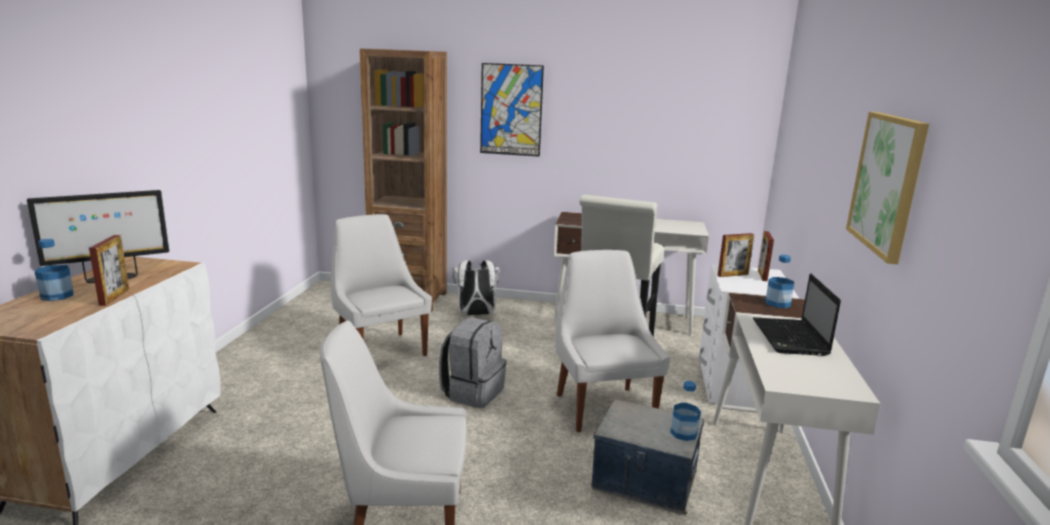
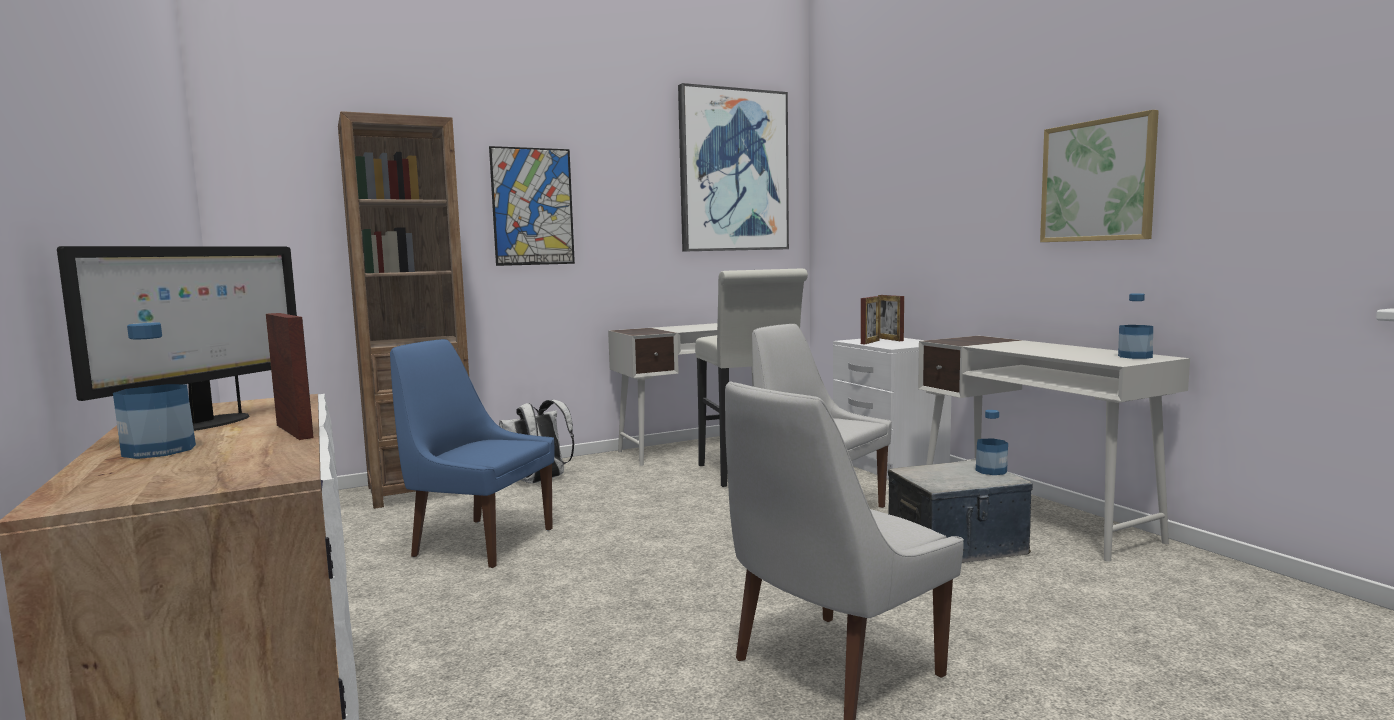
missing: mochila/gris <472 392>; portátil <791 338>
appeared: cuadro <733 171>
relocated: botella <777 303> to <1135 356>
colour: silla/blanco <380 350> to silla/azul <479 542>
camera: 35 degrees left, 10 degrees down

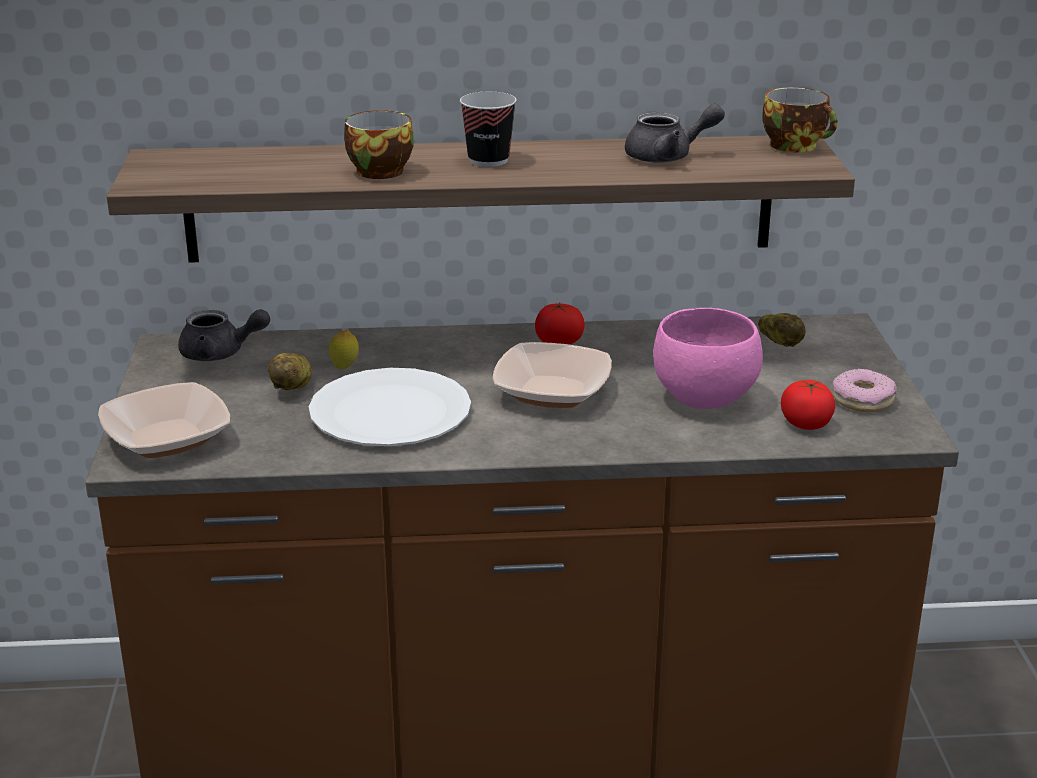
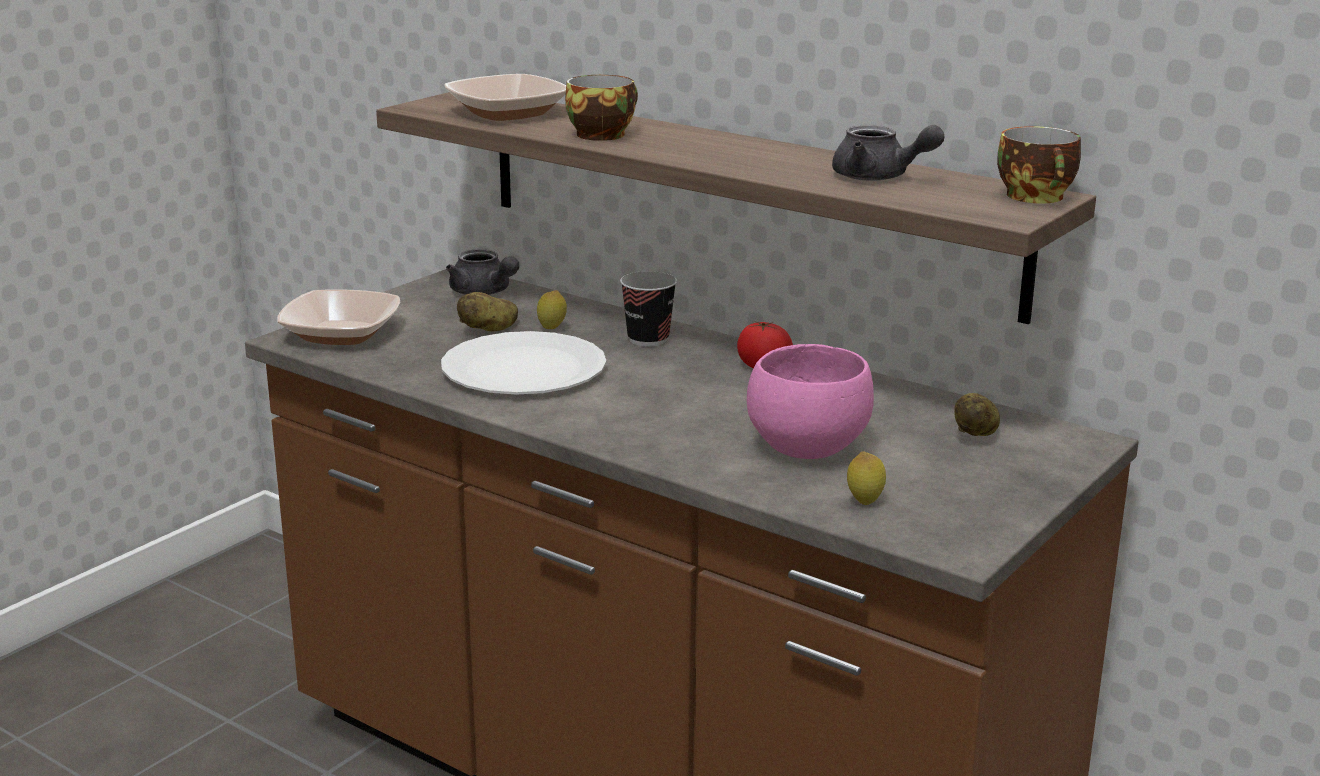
missing: rosquilla <863 400>
relocated: cuenco <552 392> to <507 113>; taza <488 160> to <648 339>
exchanged: tomate <806 423> to limón <864 501>
camera: 40 degrees right, 5 degrees down

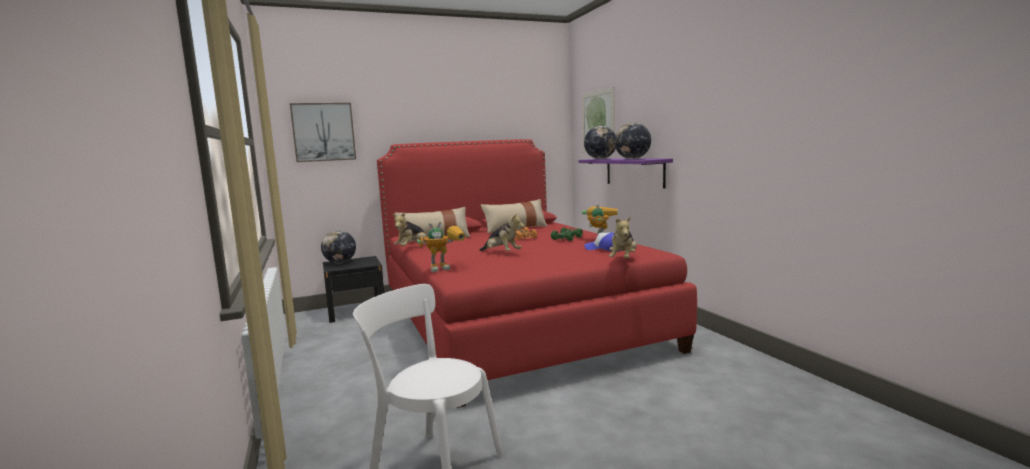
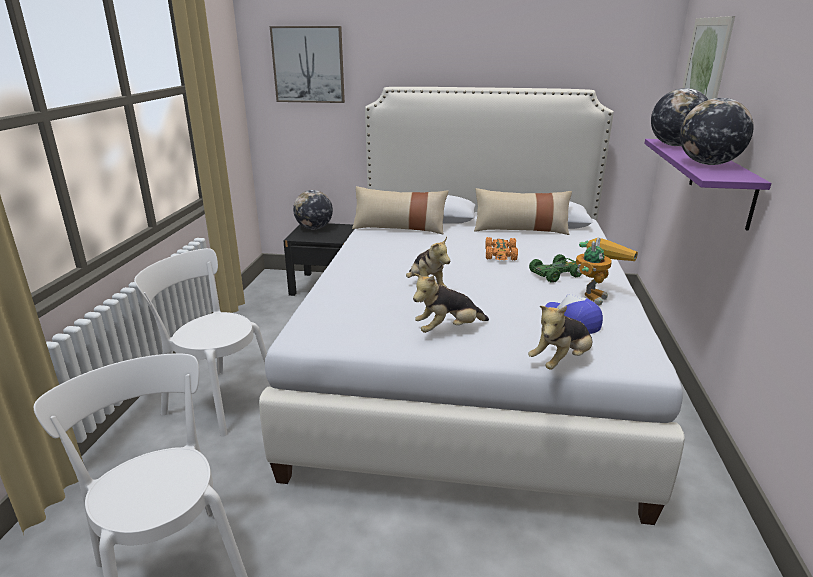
missing: robot de juguete <446 268>
appeared: silla/blanco <217 400>
relocated: peluche <412 247> to <448 330>
colour: cama/rojo <513 321> to cama/blanco <468 361>
camera: 30 degrees right, 15 degrees up

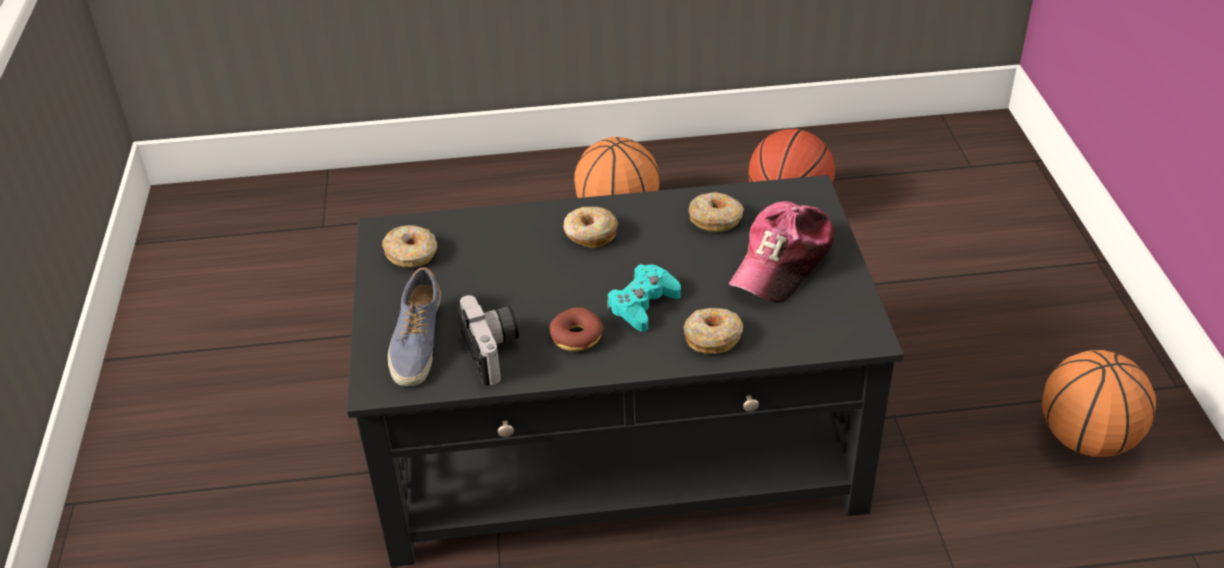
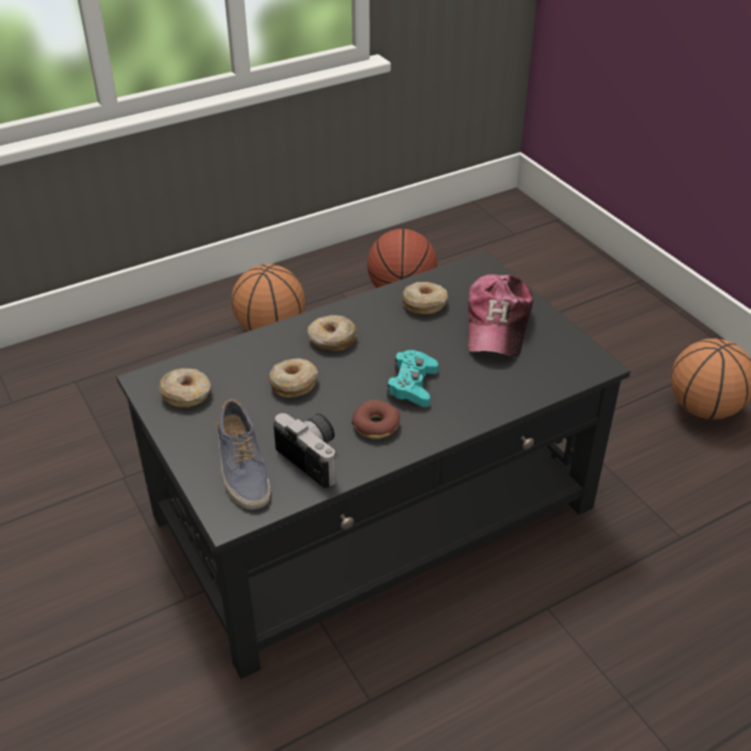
relocated: rosquilla <712 337> to <293 384>
camera: 25 degrees left, 0 degrees up

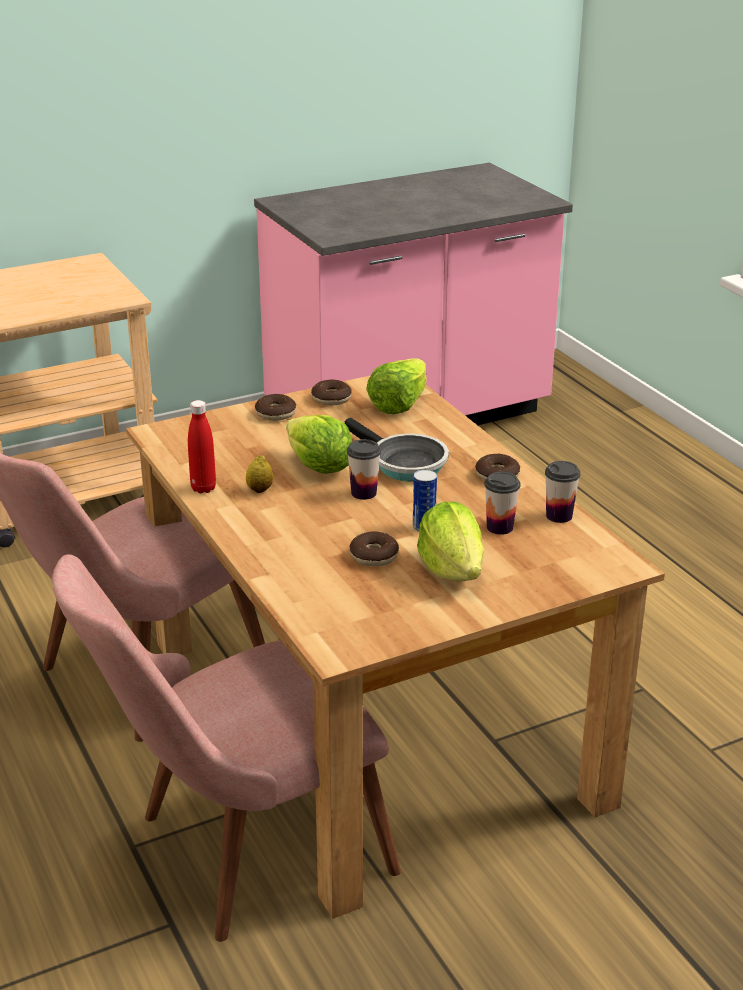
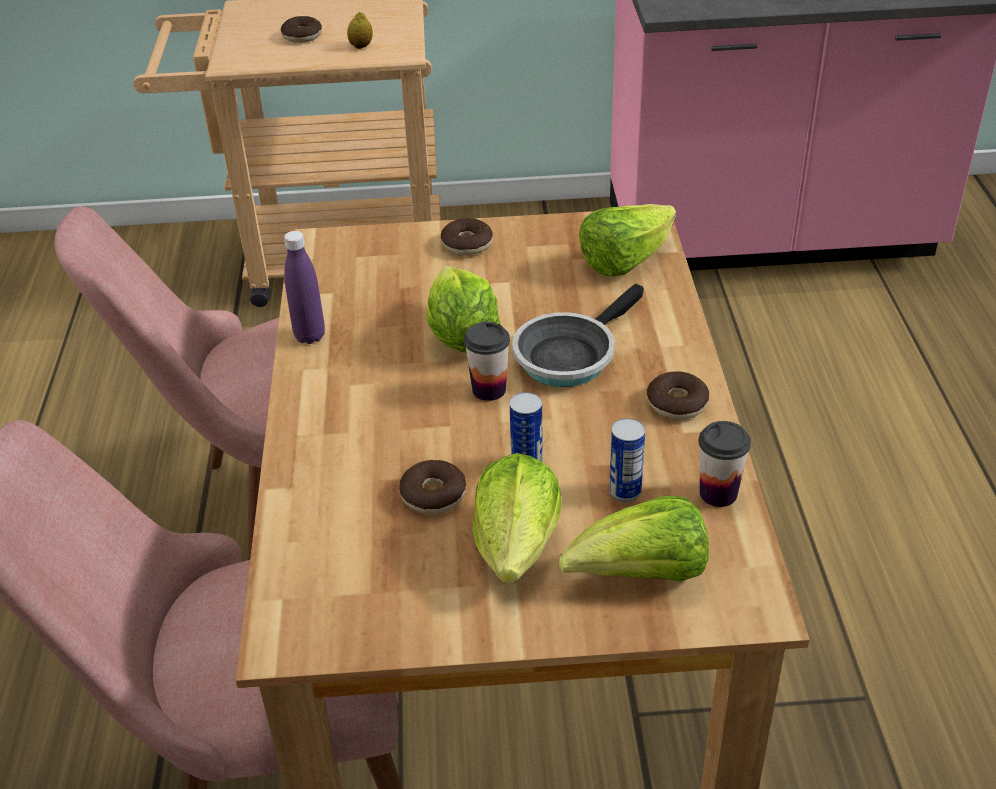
appeared: lechuga <642 575>
relocated: rosquilla <331 399> to <302 36>; limón <260 490> to <361 46>
exchanged: taza <499 527> to lata <625 491>
colour: botella/rojo <203 488> to botella/morado <309 336>
spun: sartén <404 464> = <569 355> 60 degrees clockwise
camera: 25 degrees right, 10 degrees up

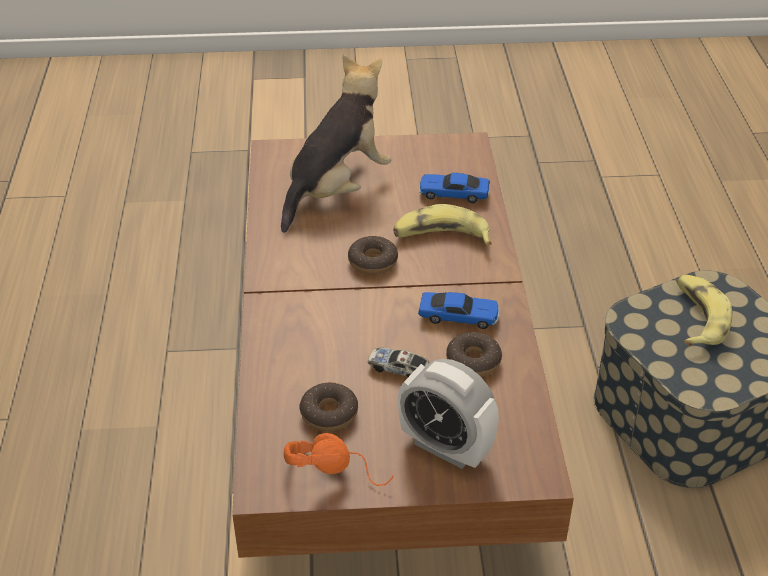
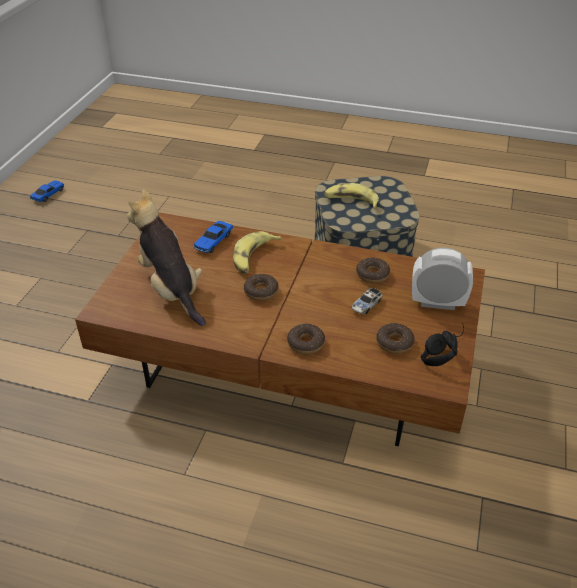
appeared: rosquilla <306 343>
relocated: coche de juguete <459 316> to <48 194>
colour: auriculares/naranja <339 468> to auriculares/negro <441 348>
spun: despertador <445 447> = <437 303> 135 degrees counterclockwise
camera: 70 degrees left, 0 degrees up

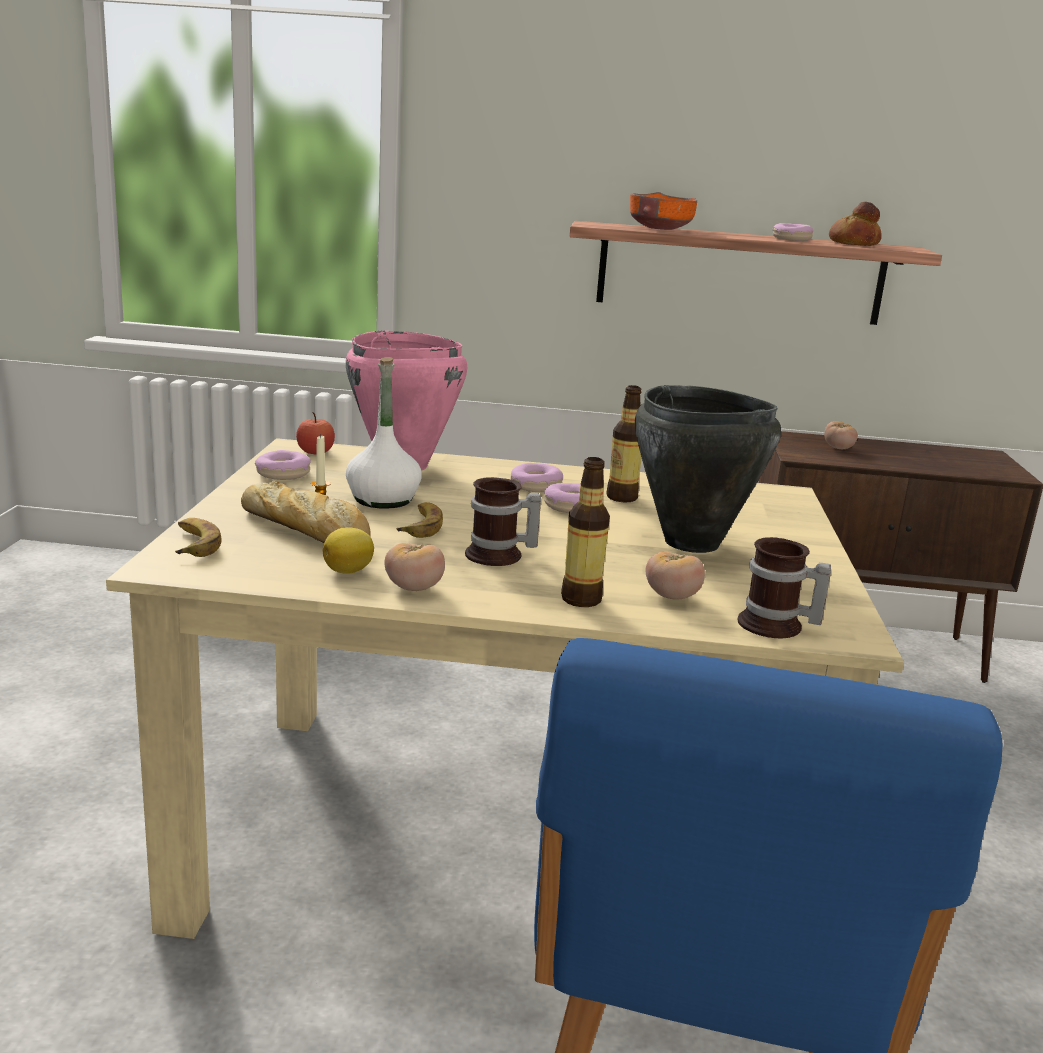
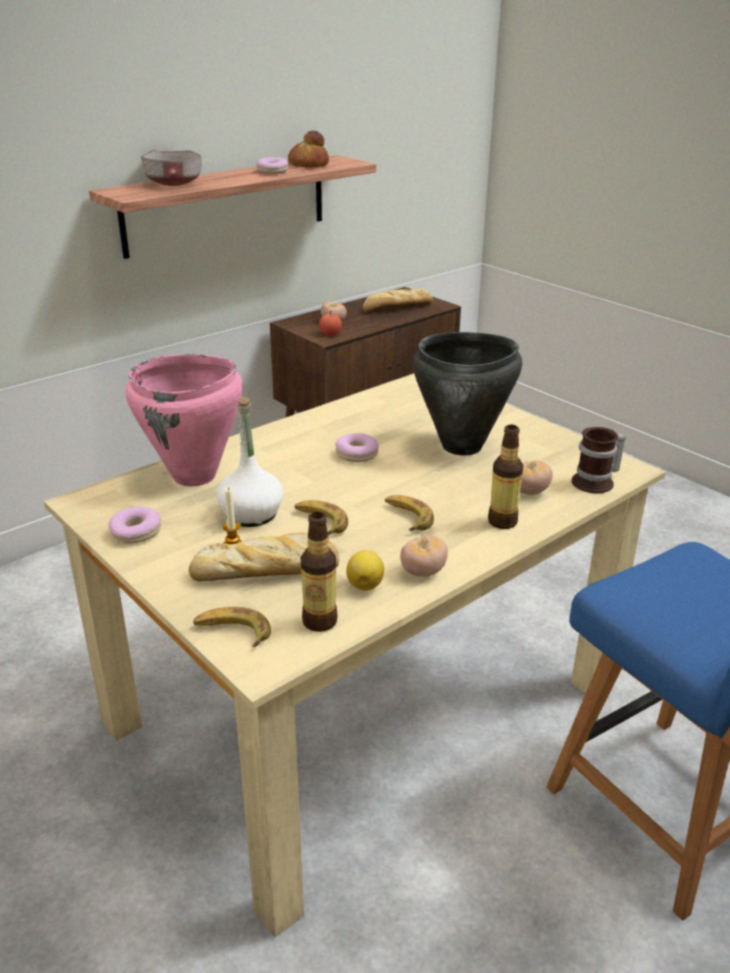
missing: rosquilla <536 486>
appeared: pan <396 308>
relocated: botella <622 497> to <320 621>; manzana <315 452> to <330 334>
exchanged: taza grande <499 556> to plátano <407 517>
colour: cuenco/naranja <659 228> to cuenco/gris <173 184>
camera: 45 degrees left, 10 degrees up

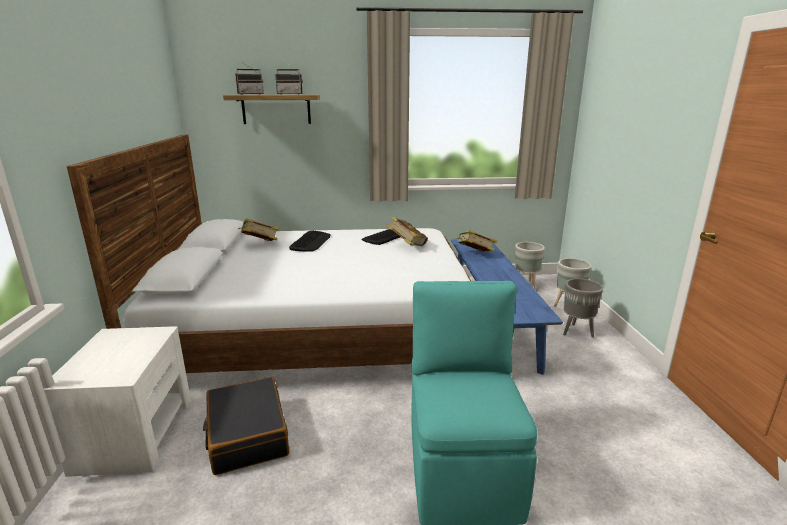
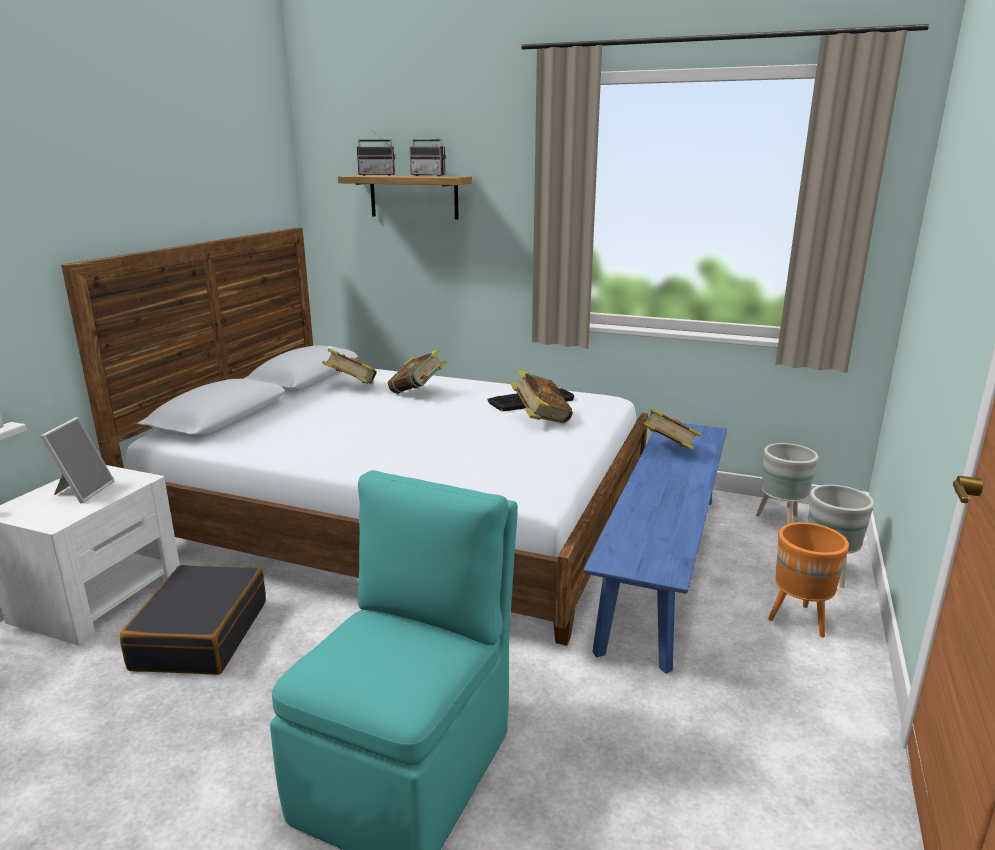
appeared: portarretratos <83 491>
exchanged: teclado <311 242> to libro <417 393>
colour: maceta/gris <577 332> to maceta/naranja <800 621>
camera: 25 degrees right, 0 degrees up

